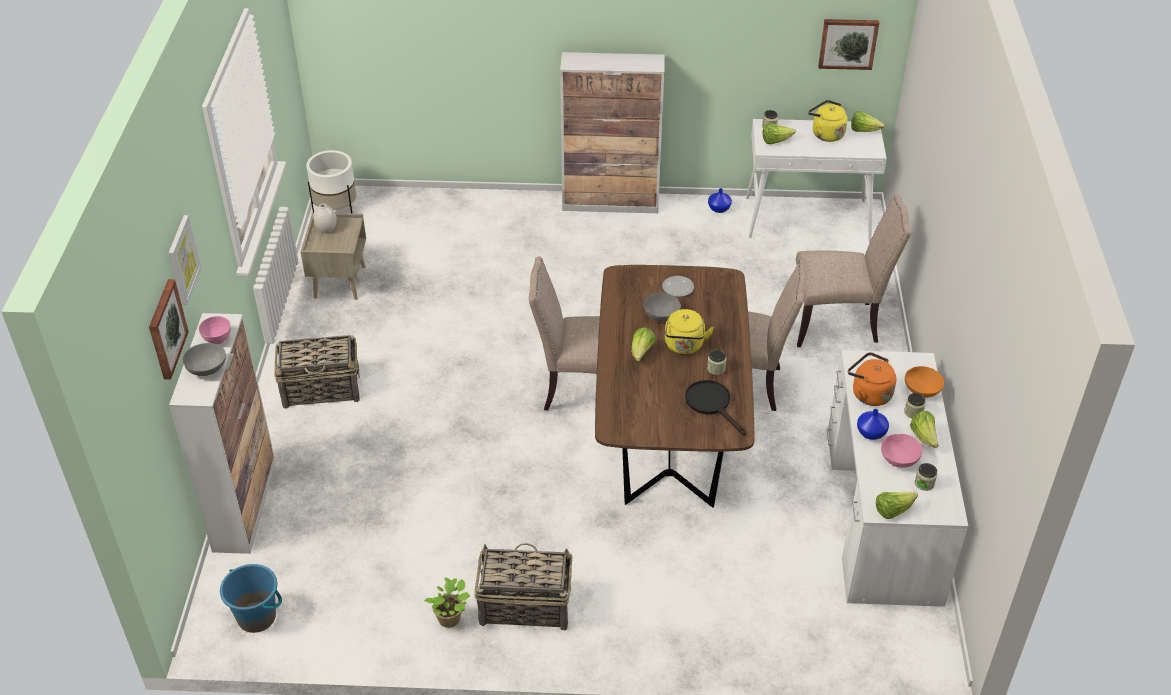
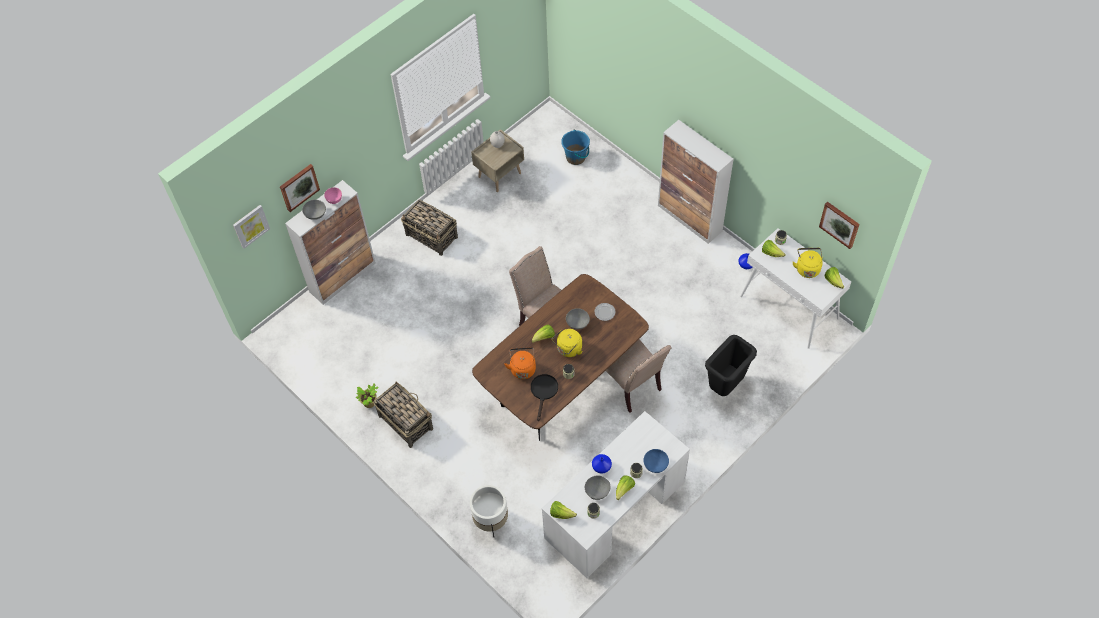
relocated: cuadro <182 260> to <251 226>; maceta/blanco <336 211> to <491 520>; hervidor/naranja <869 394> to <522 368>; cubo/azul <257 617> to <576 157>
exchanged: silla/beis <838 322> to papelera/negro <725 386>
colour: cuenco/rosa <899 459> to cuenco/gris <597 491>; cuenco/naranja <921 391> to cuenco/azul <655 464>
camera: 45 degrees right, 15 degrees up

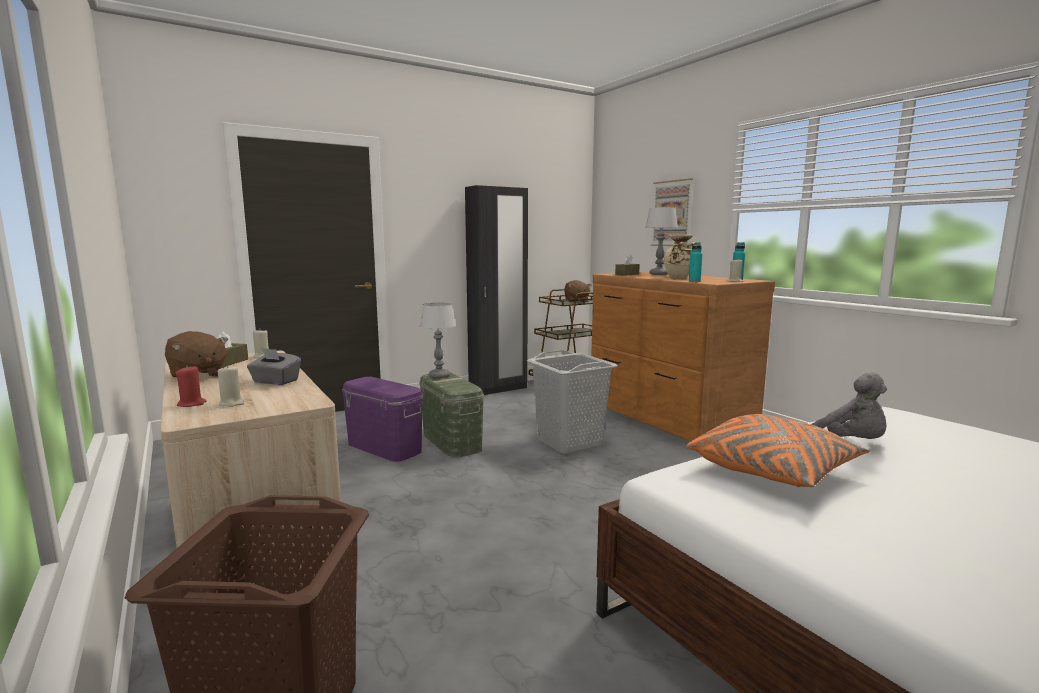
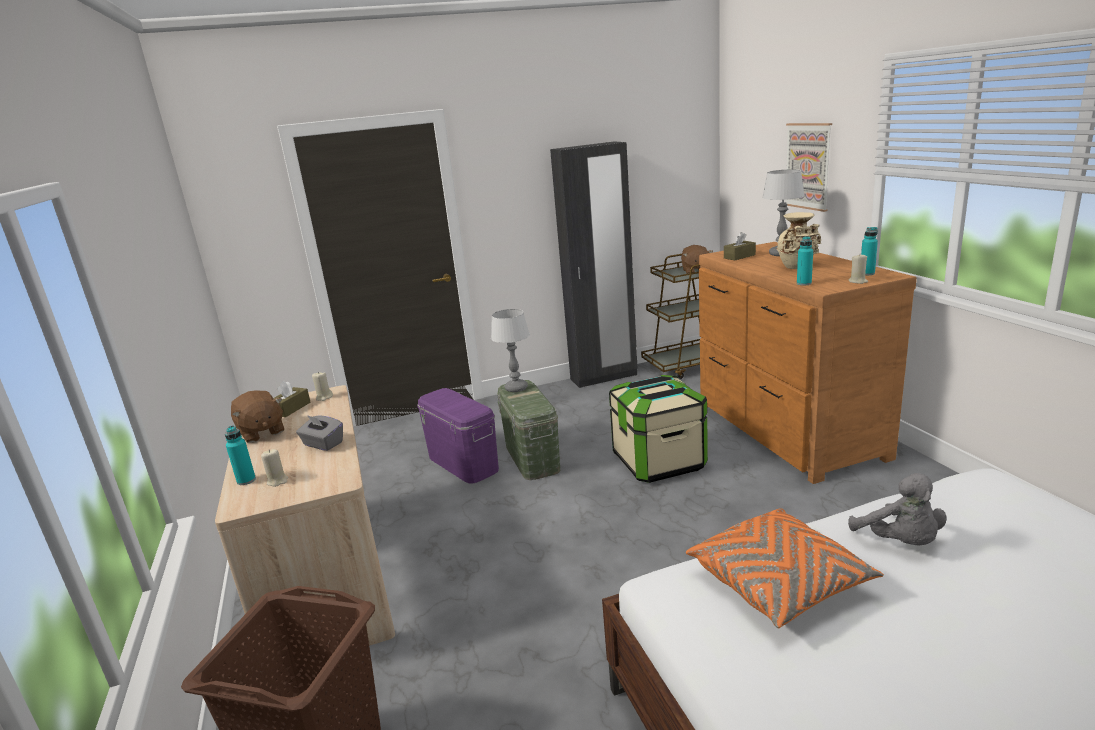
exchanged: vela/rojo <192 404> to botella/turquesa <246 480>; cesto de la ropa/gris <569 442> to caja de almacenaje <659 462>
camera: 15 degrees right, 10 degrees up

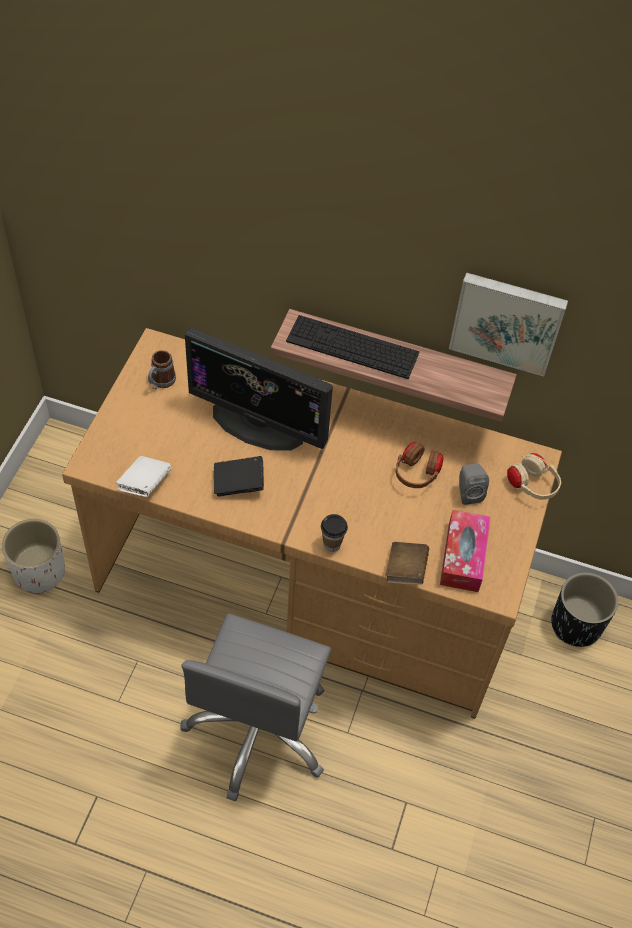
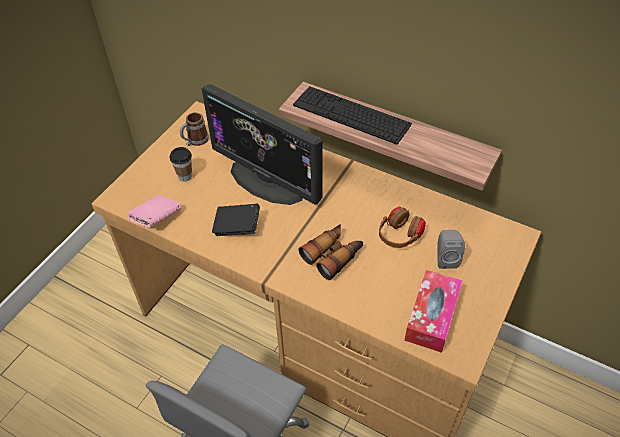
missing: maceta/blanco <39 572>; libro/marrón <405 570>; cuadro <507 321>; auriculares/beis <531 485>; maceta/negro <576 625>
appeared: prismáticos <333 255>
relocated: taza <332 544> to <185 176>
colour: libro/blanco <144 484> to libro/rosa <156 219>
camera: 15 degrees right, 5 degrees down

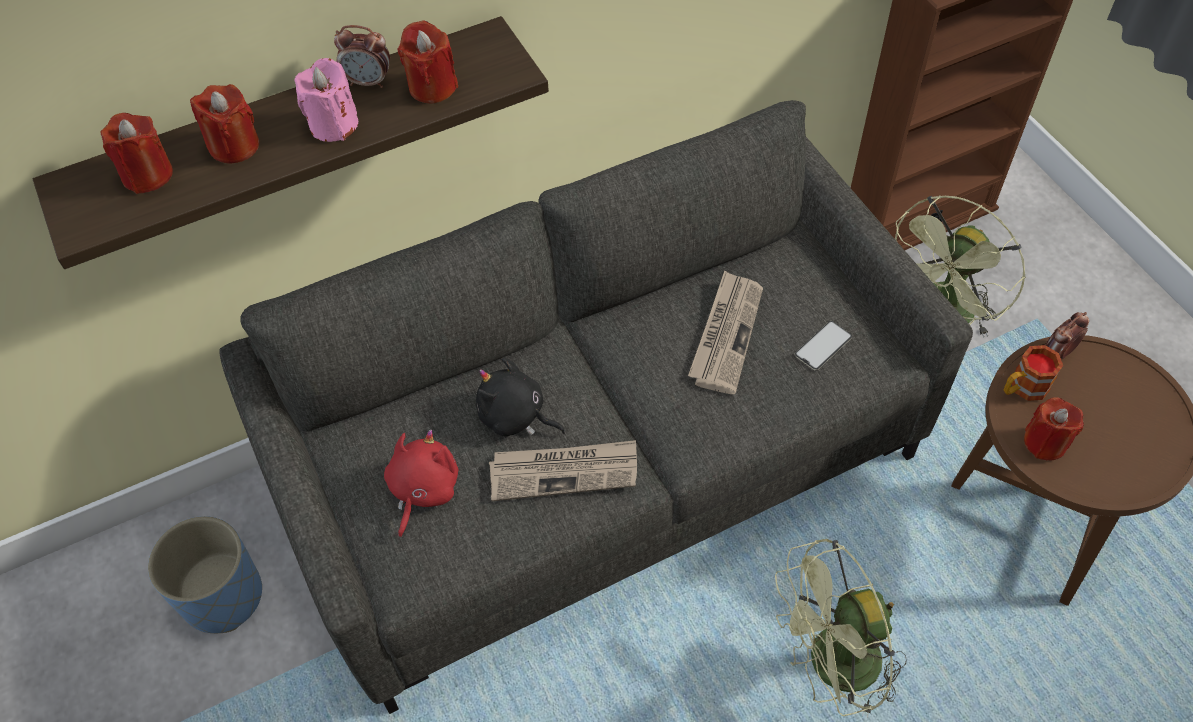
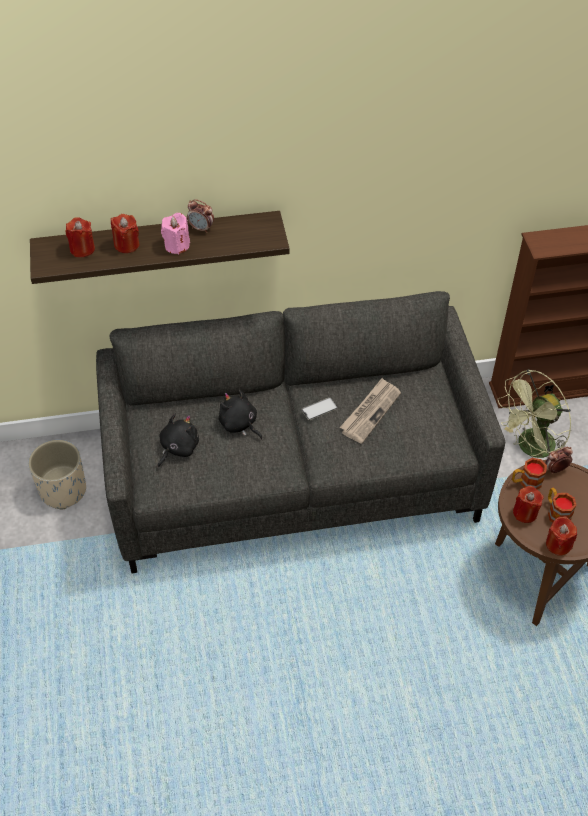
missing: periódico <564 471>; ventilador/verde <831 667>
appeared: taza grande <556 512>
relocated: móvil <823 346> to <319 409>; vela/rojo <432 87> to <558 544>
colour: maceta/azul <223 596> to maceta/beis <63 490>; peluche/rojo <422 490> to peluche/negro <178 448>
camera: 15 degrees right, 5 degrees down

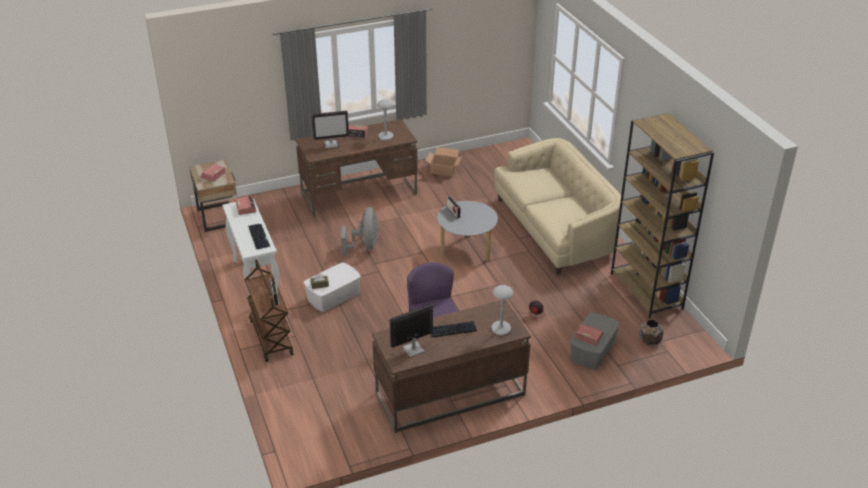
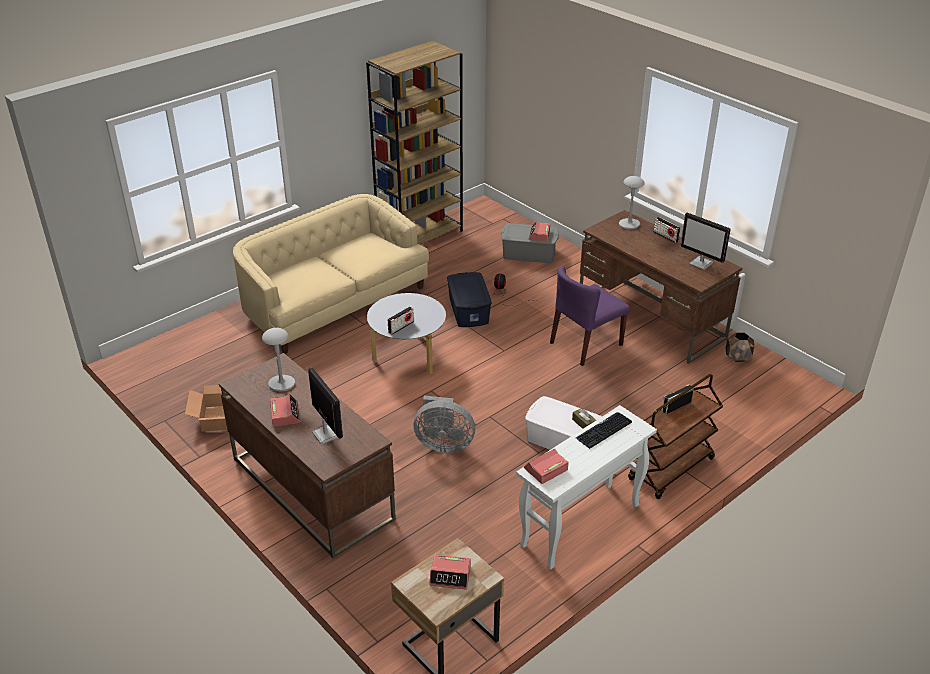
missing: teclado <452 330>
appeared: caja de almacenaje/azul <469 310>; radio <665 236>
relocated: maceta/marrón <649 341> to <738 357>
spun: ventilador/gris <364 246> = <443 444> 150 degrees counterclockwise
camera: 110 degrees left, 0 degrees up

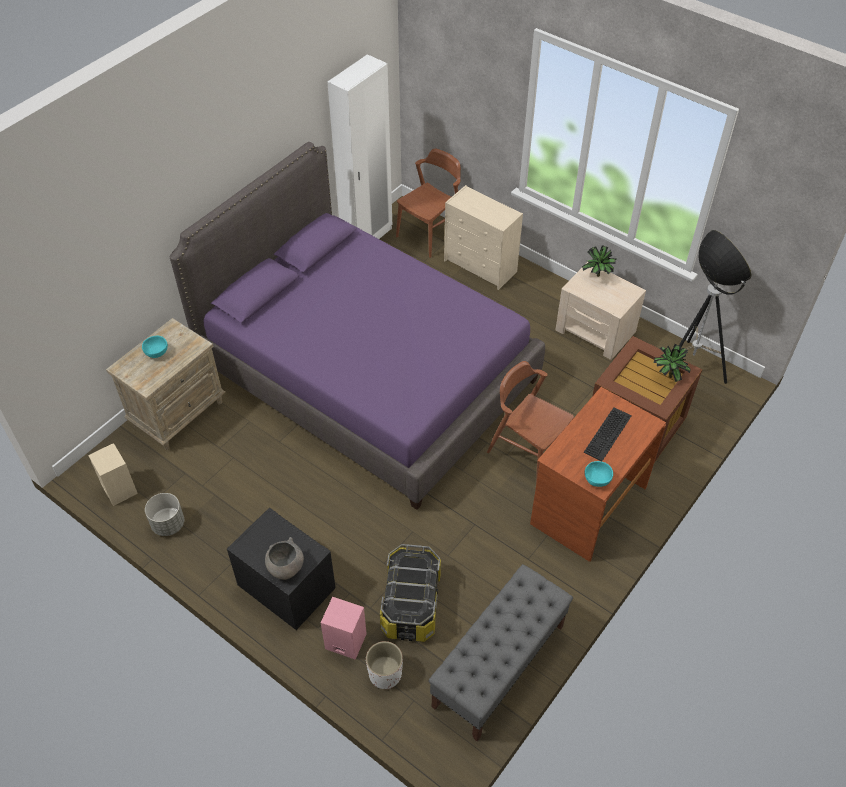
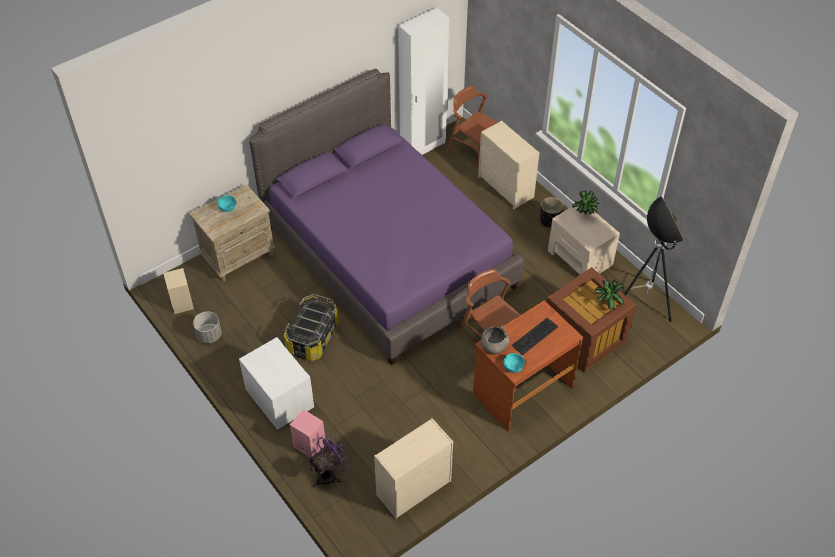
appeared: maceta/negro <550 220>
relocated: caja de almacenaje <411 604> to <313 337>; cuenco/gris <285 568> to <493 347>
exchanged: maceta/blanco <385 674> to ventilador/morado <330 474>; banco/gris <498 666> to cómoda/beis <413 488>
colour: mesita de noche/negro <286 585> to mesita de noche/blanco <279 397>
spun: silla/marrón <430 234> = <474 153> 105 degrees counterclockwise
camera: 15 degrees right, 0 degrees up

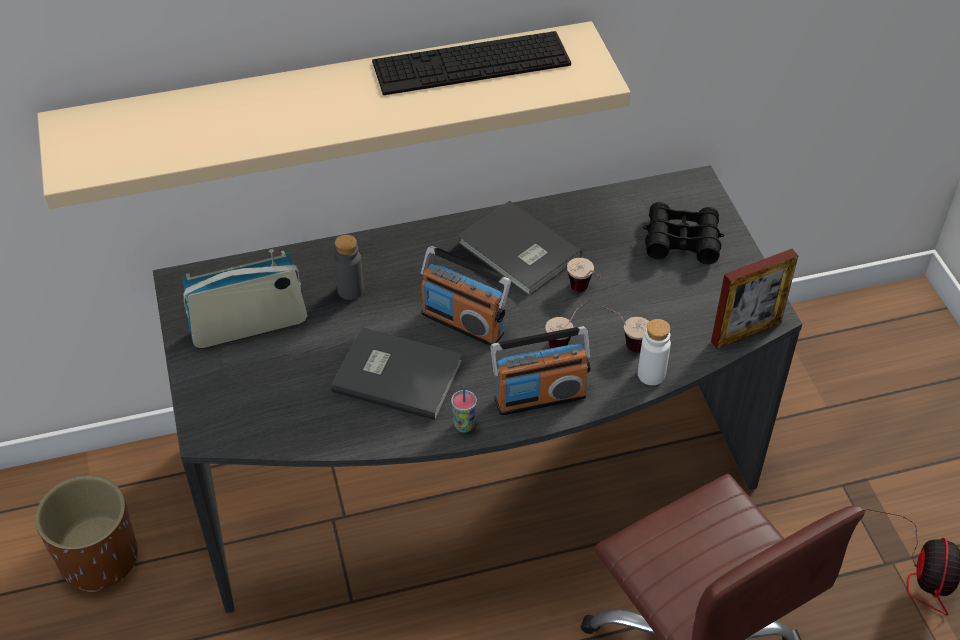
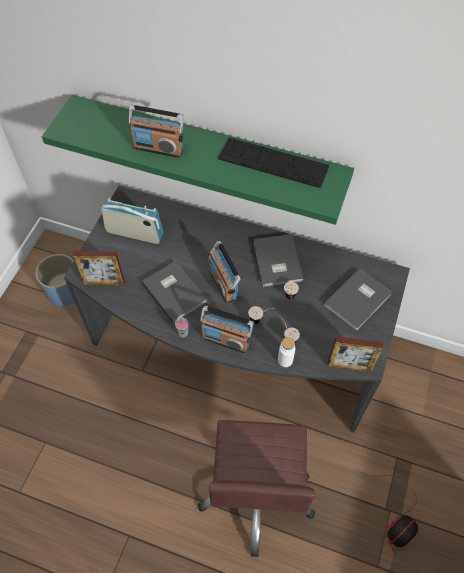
missing: botella/gris <350 290>
appeared: portarretratos <104 282>; radio <158 148>
exchanged: prismáticos/negro <681 241> to libro/gris <359 300>
colour: maceta/marrón <99 558> to maceta/azul <65 291>; estante/beis <328 103> to estante/verde <207 148>
camera: 35 degrees right, 10 degrees up

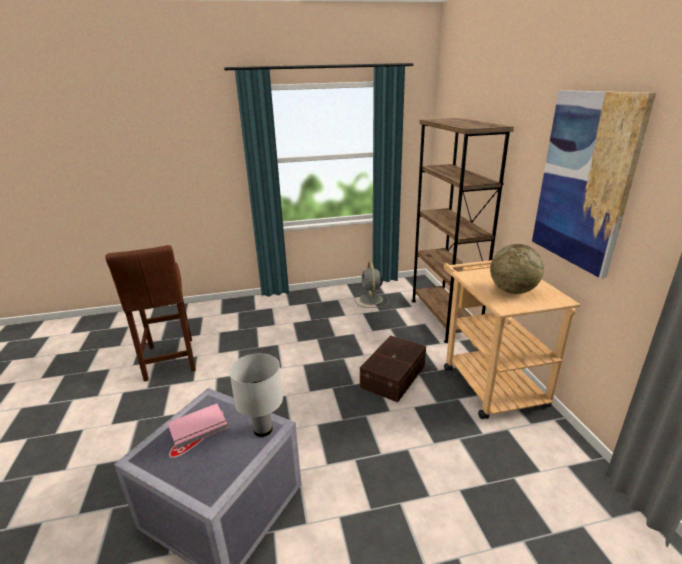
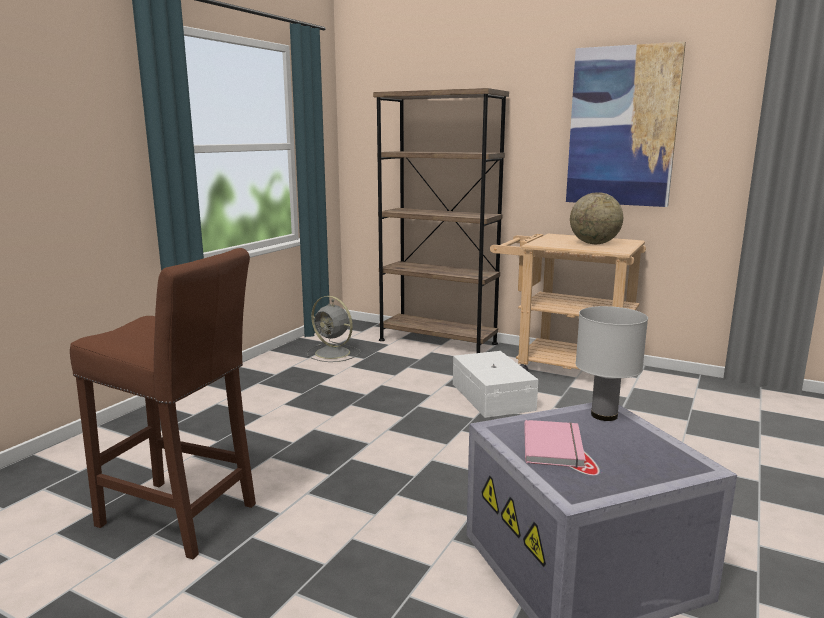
colour: caja de almacenaje/marrón <394 376> to caja de almacenaje/blanco <493 396>
camera: 50 degrees left, 10 degrees down

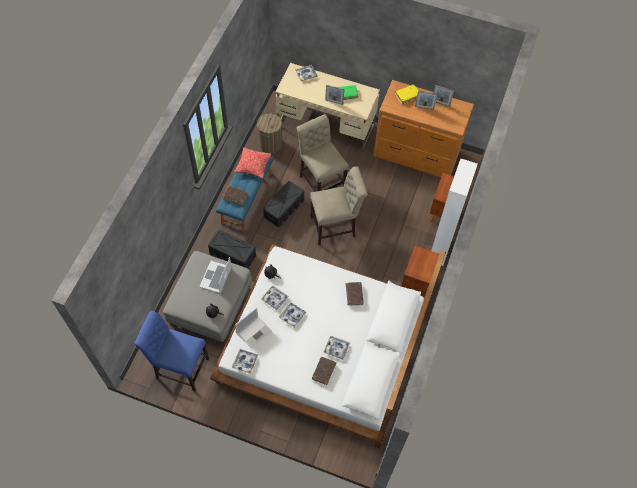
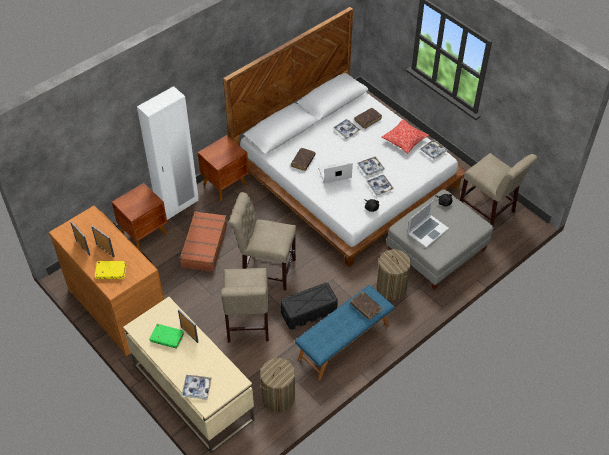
appeared: maleta/marrón <204 246>
relocated: portátil <254 331> to <334 173>; cojín <253 166> to <404 140>
exchanged: caja de almacenaje/negro <232 254> to cesto de la ropa <391 288>
colour: silla/azul <179 367> to silla/beis <489 211>
camera: 150 degrees left, 10 degrees down

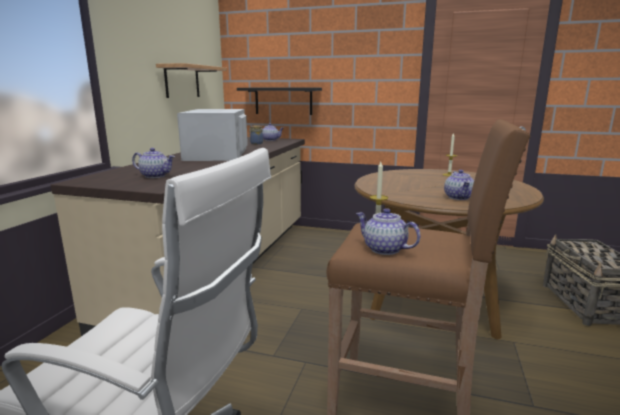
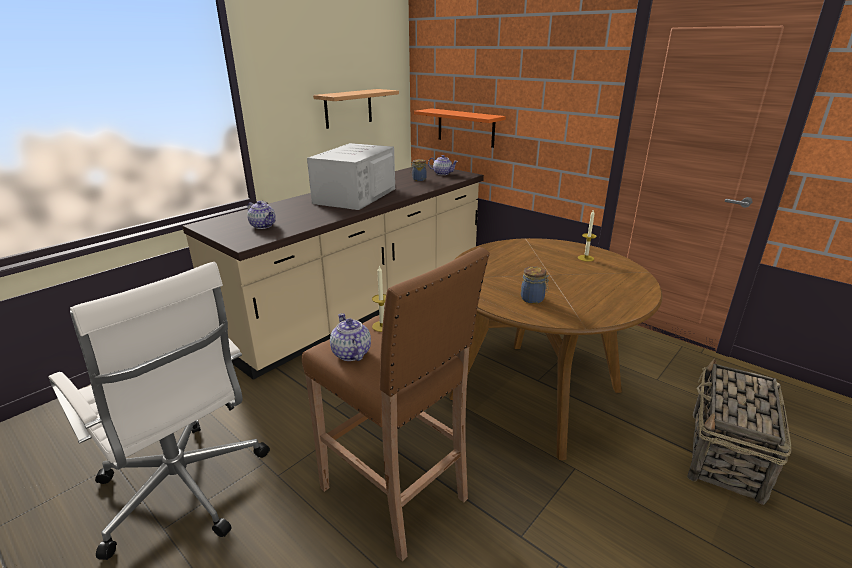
exchanged: tetera <459 197> to tarro <533 299>
colour: estante/negro <283 101> to estante/naranja <465 127>
camera: 25 degrees right, 10 degrees up

